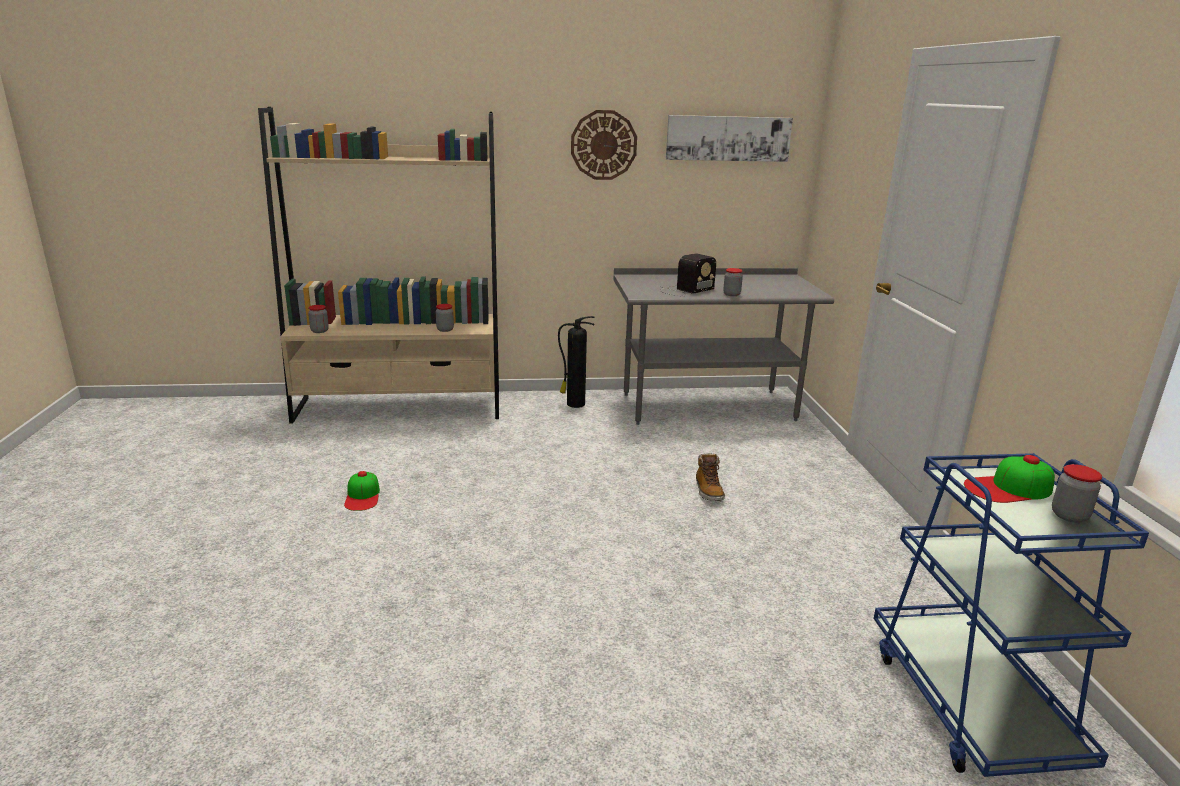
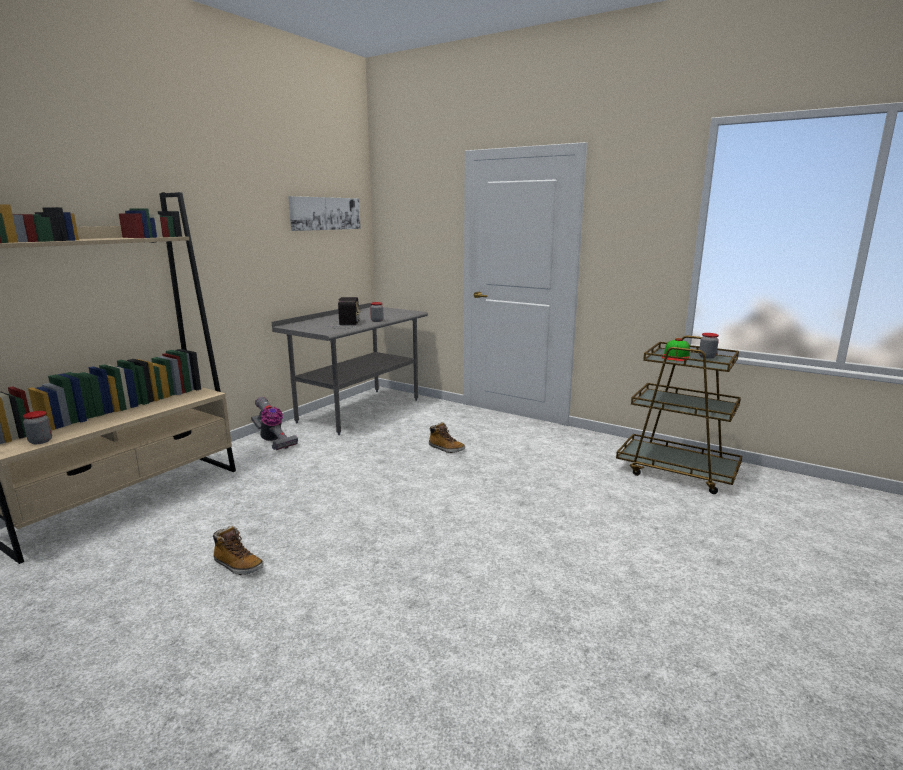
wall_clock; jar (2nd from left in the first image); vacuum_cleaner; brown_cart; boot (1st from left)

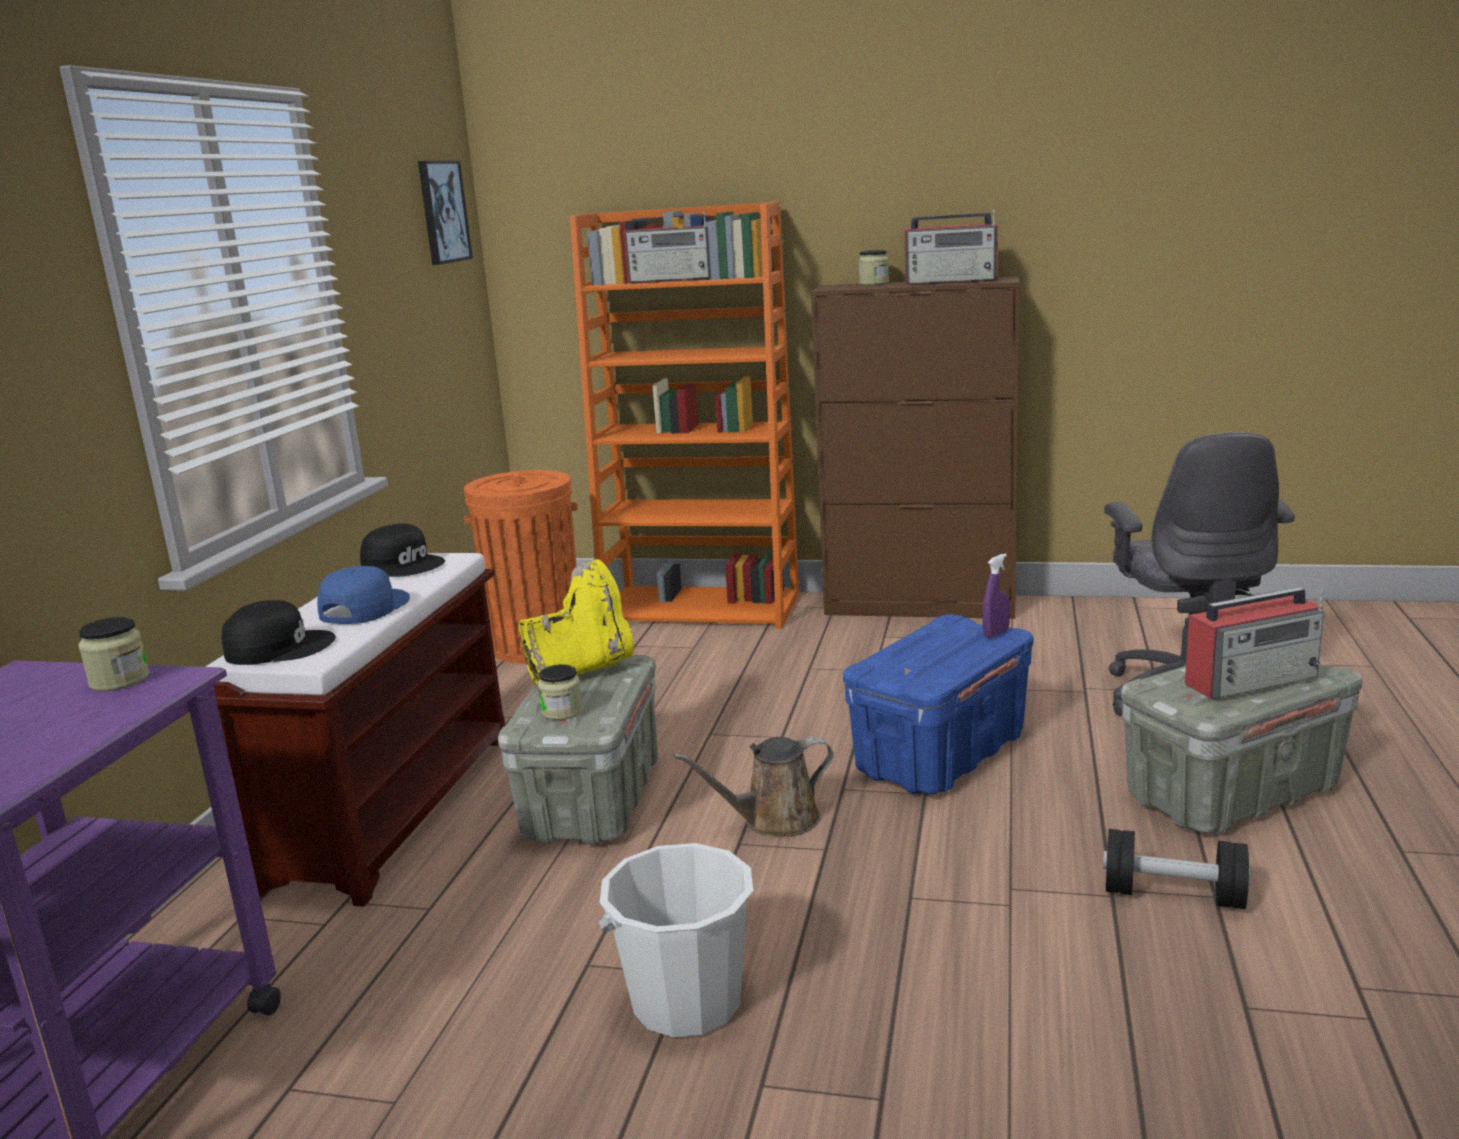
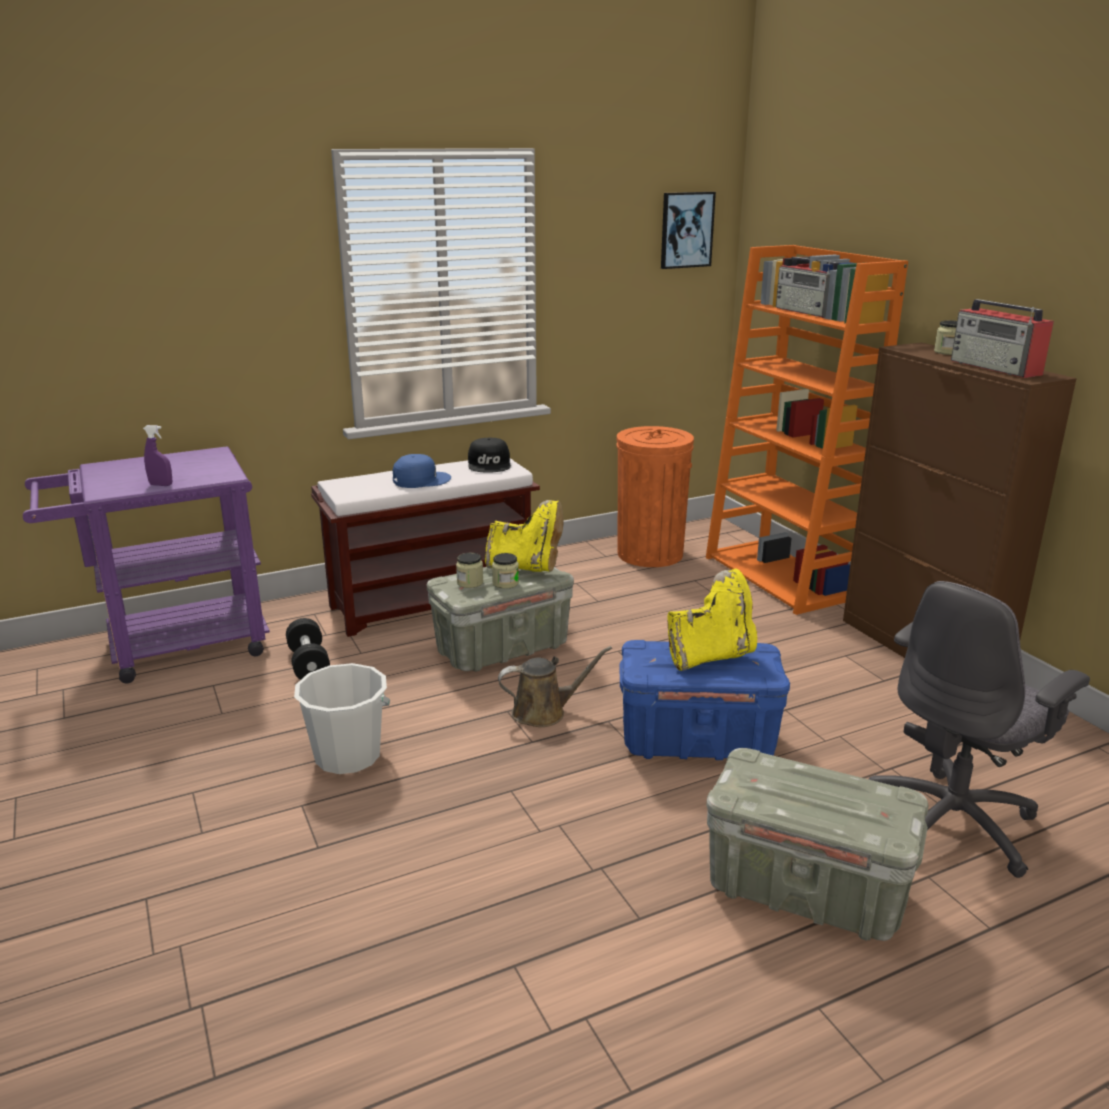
purple_spray_bottle; radio (3rd from left in the first image); black_cap (1st from left in the first image); jar (2nd from left); brown_watering_can; black_dumbbell; yellow_boot (2nd from left)

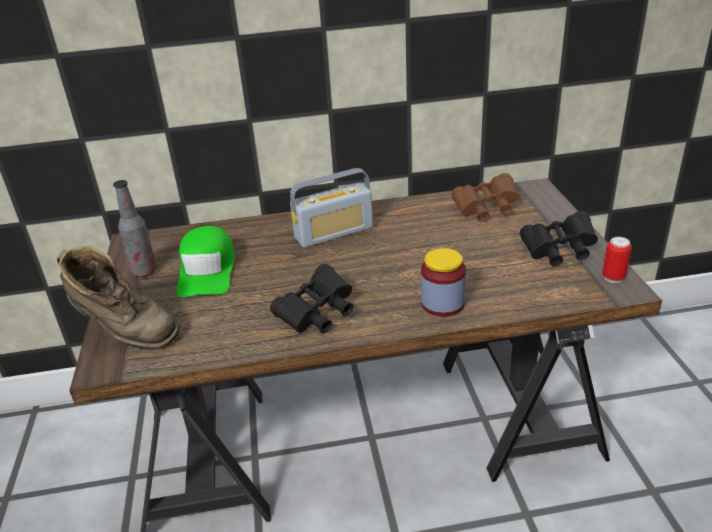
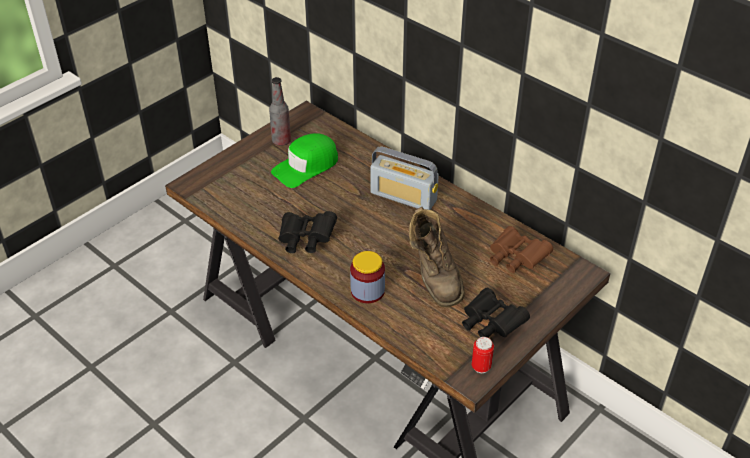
brown_boot

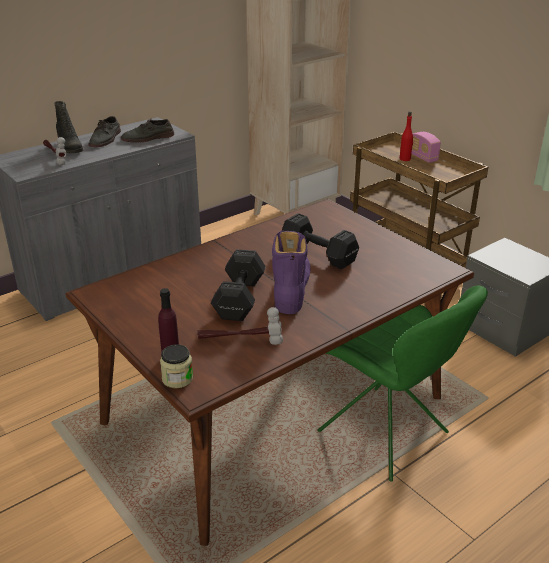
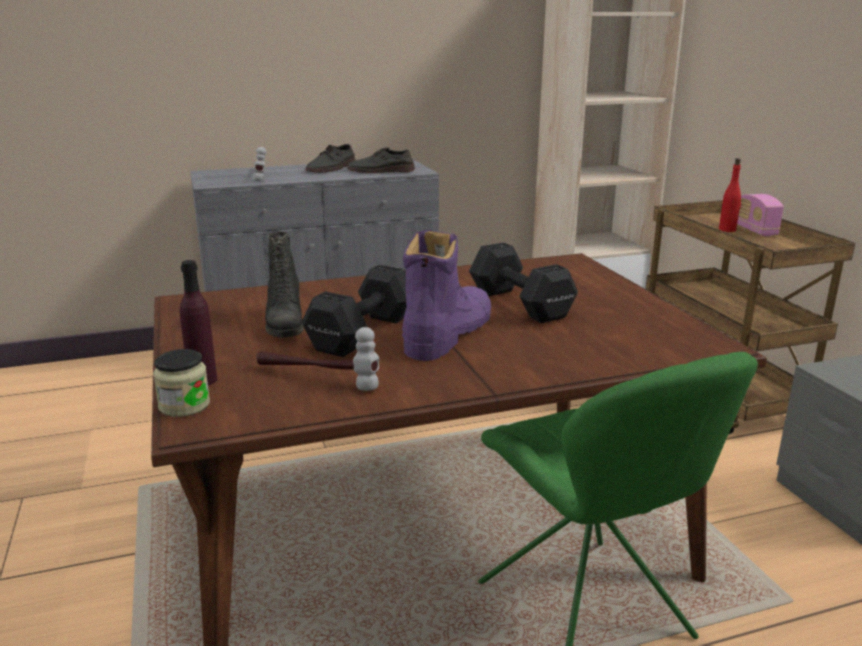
black_boot

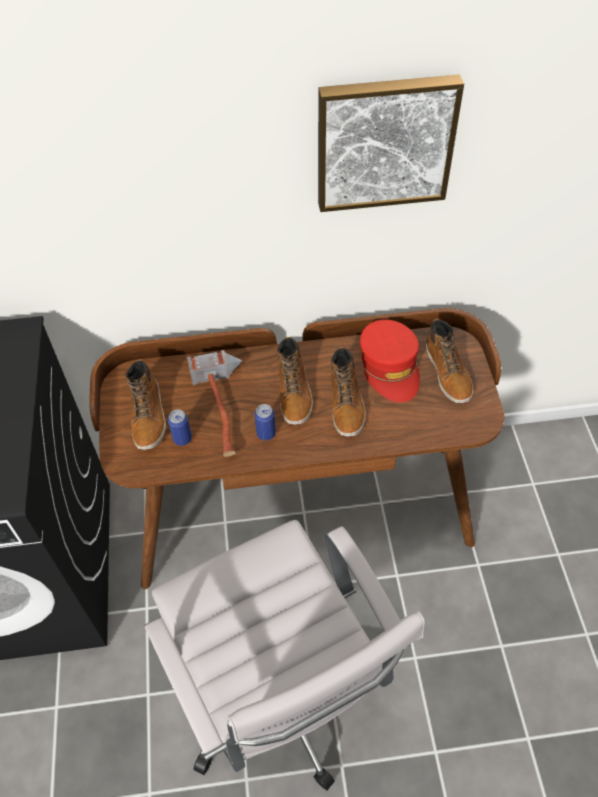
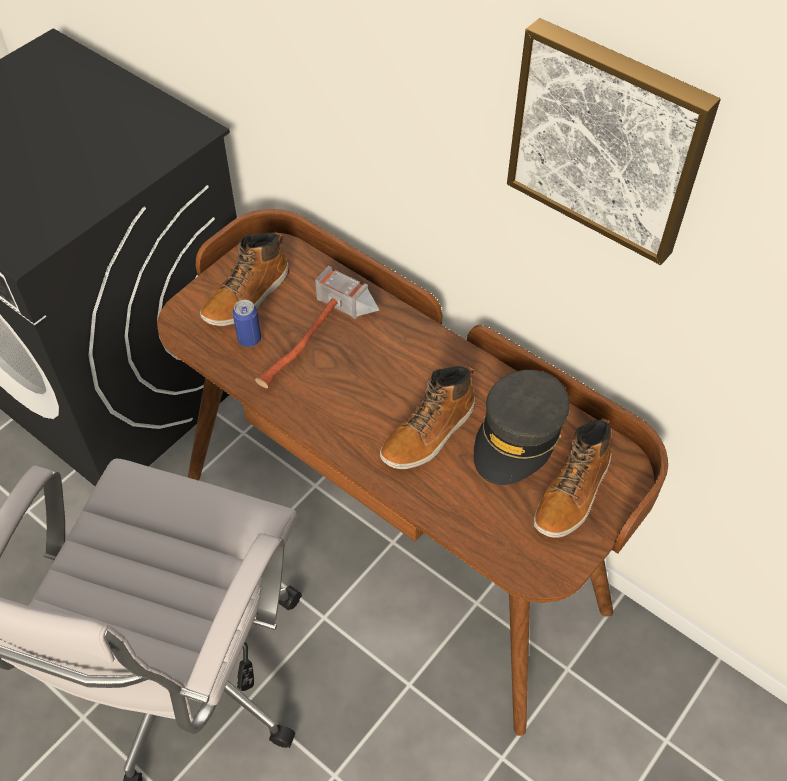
grey_cap; boot (2nd from left in the first image); can (2nd from left in the first image)

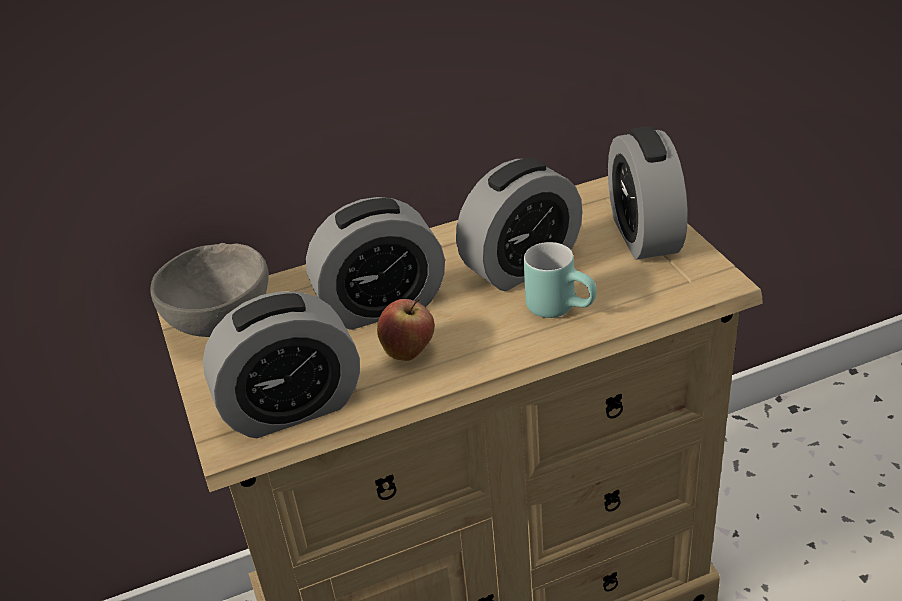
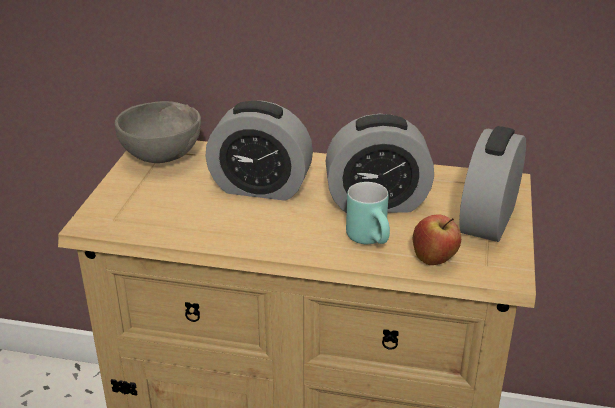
alarm_clock (1st from left in the first image); apple

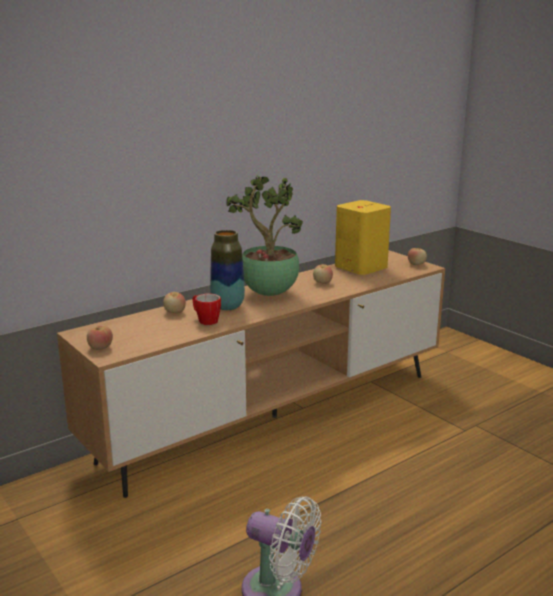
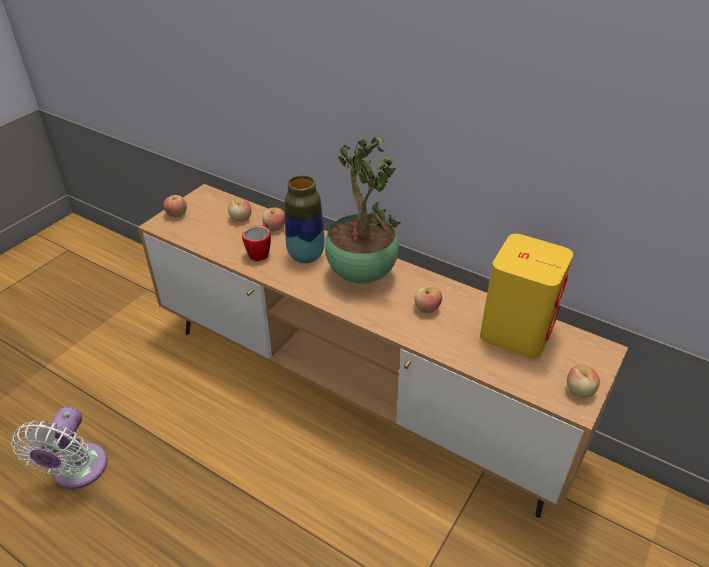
apple (2nd from left)

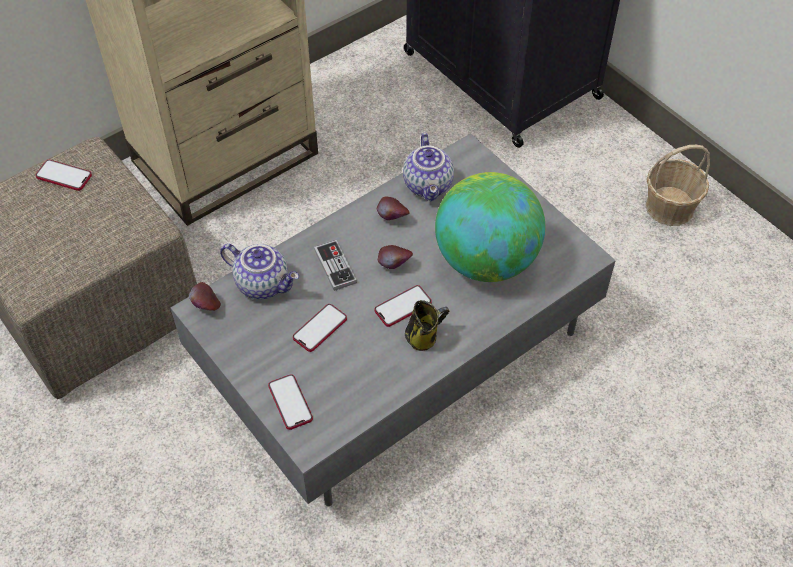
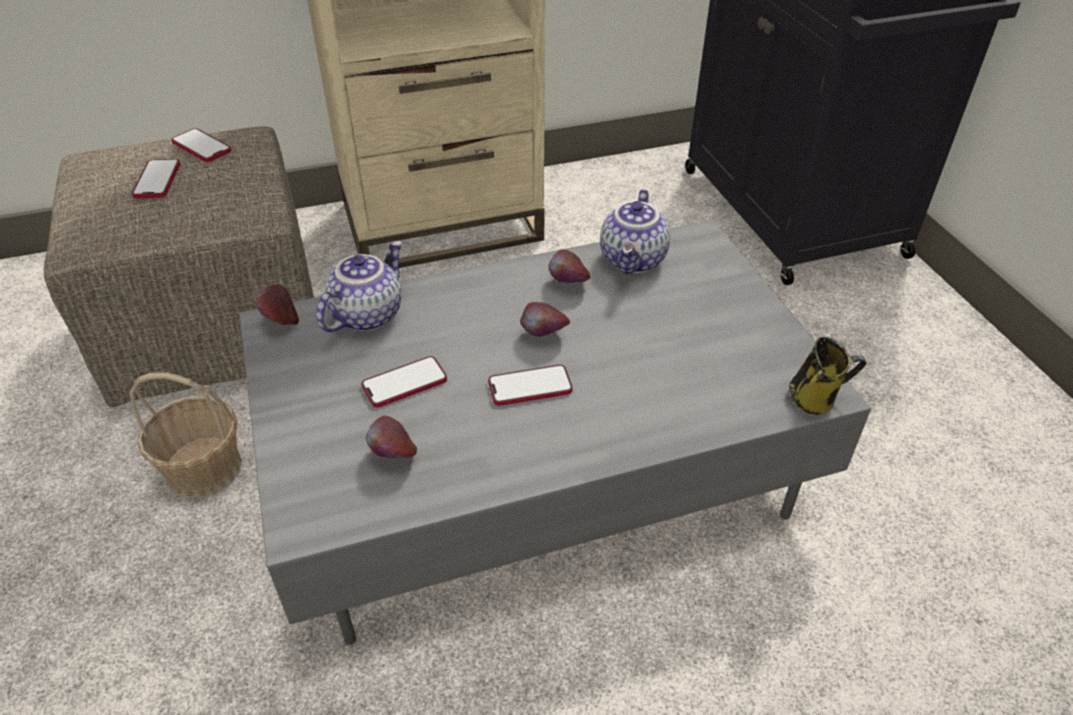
basket; globe; game_controller; teapot (1st from left); mug; phone (1st from left); apple (2nd from left)

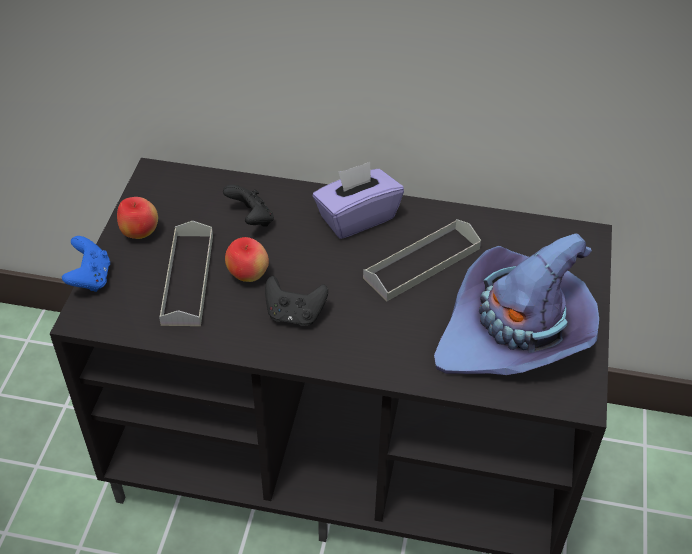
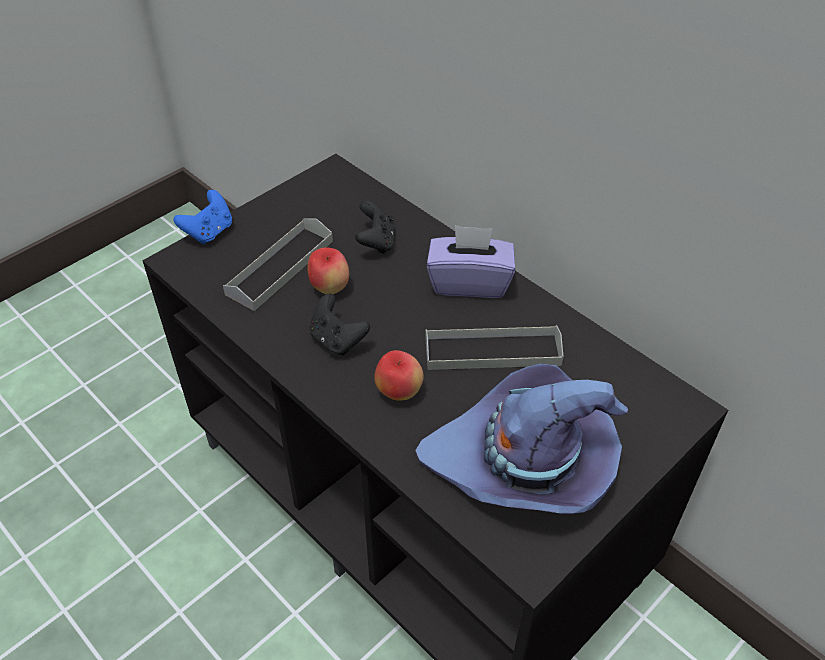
apple (2nd from left)

